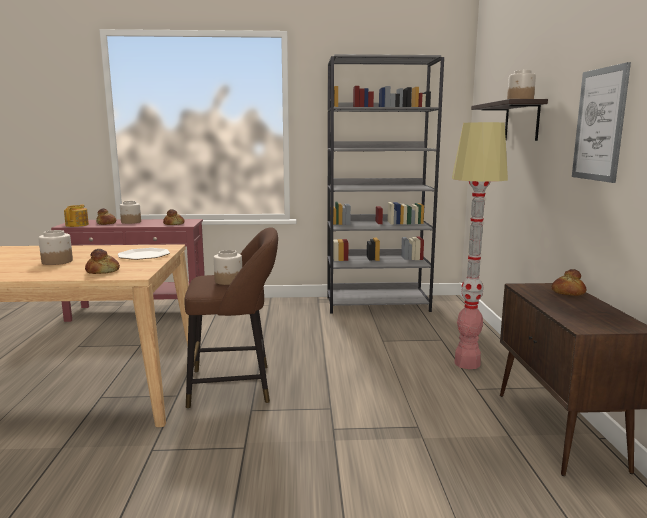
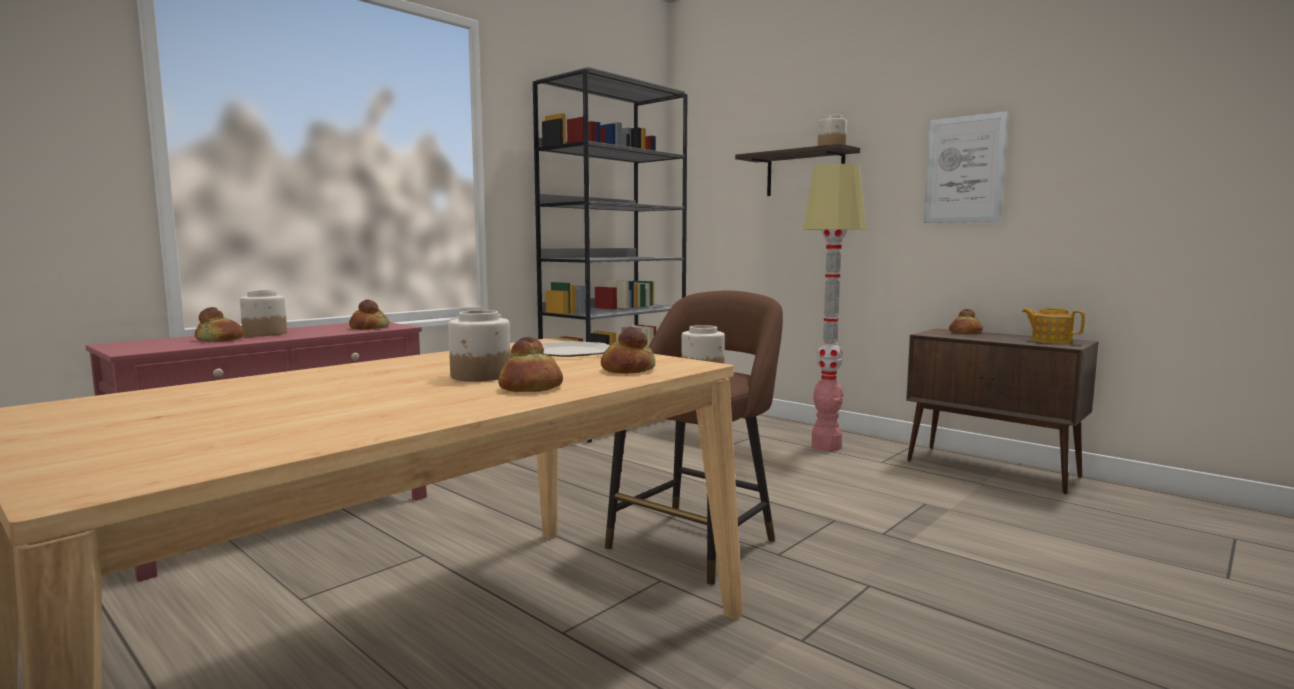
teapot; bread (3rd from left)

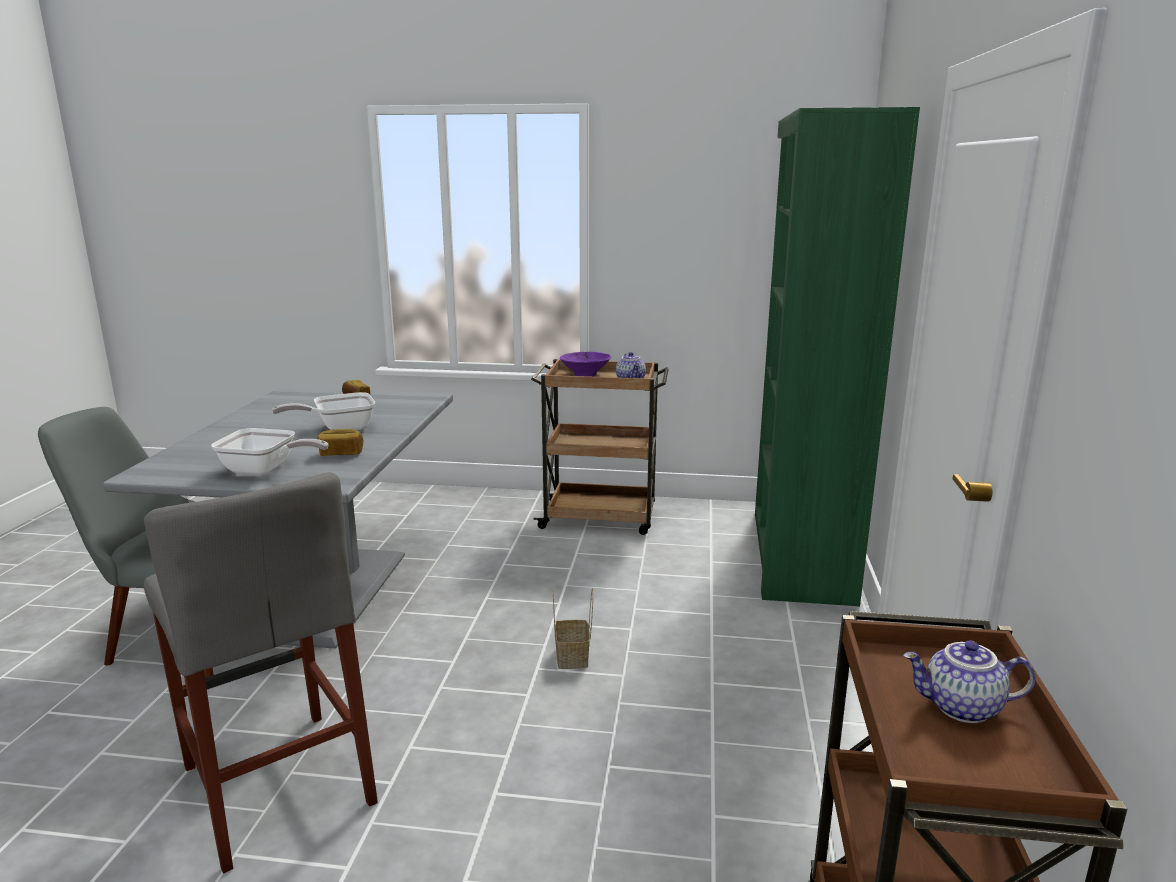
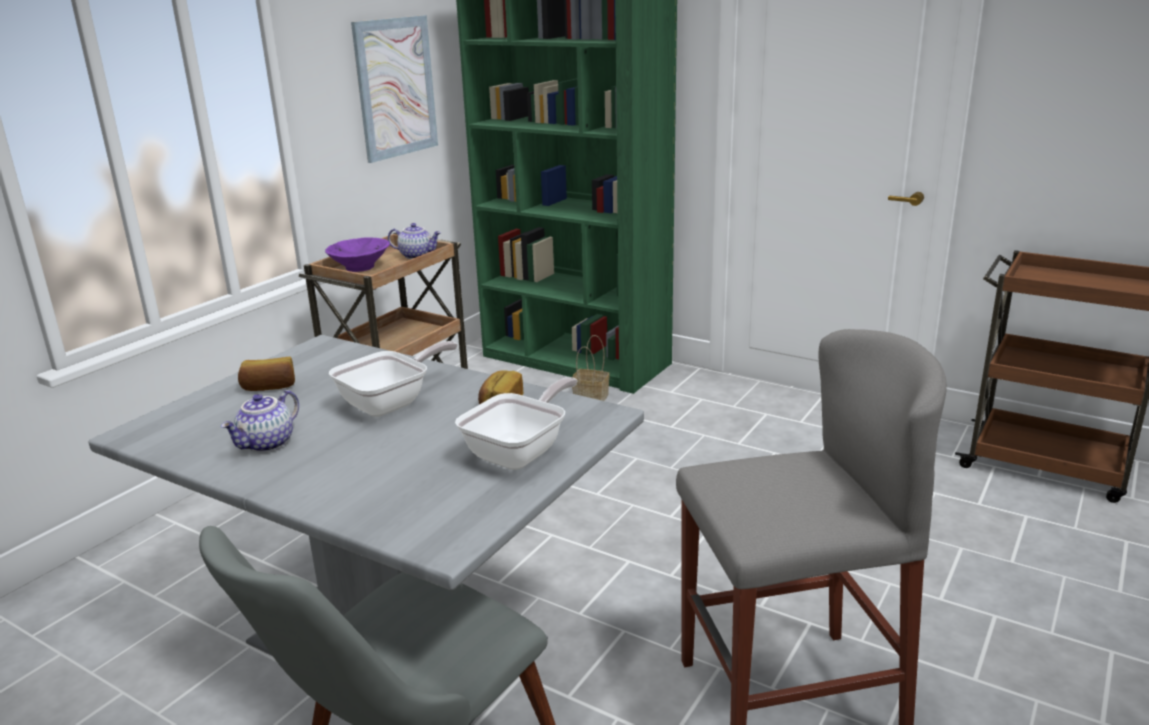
frying_pan (1st from left); basket; teapot (1st from left); picture

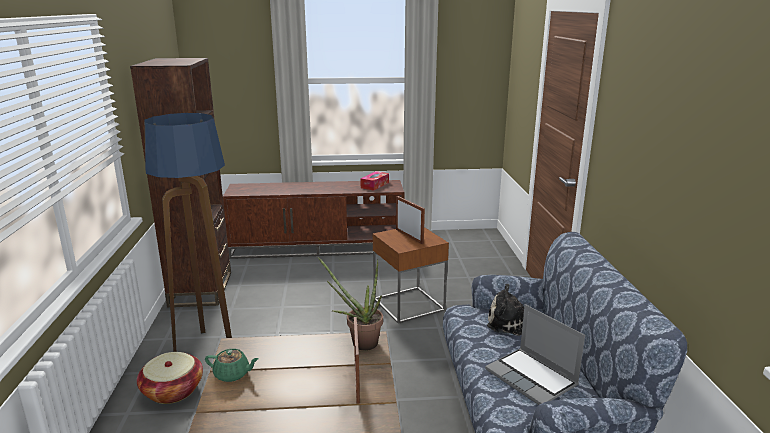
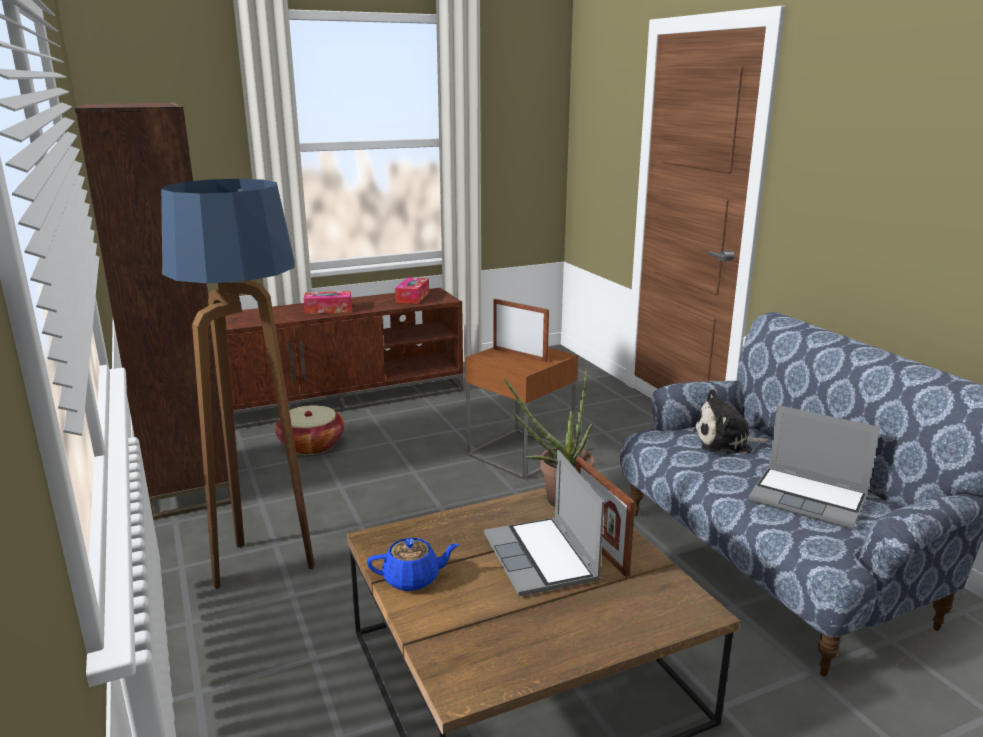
blue_teapot; basket; tissue_box (1st from left); laptop (1st from left)

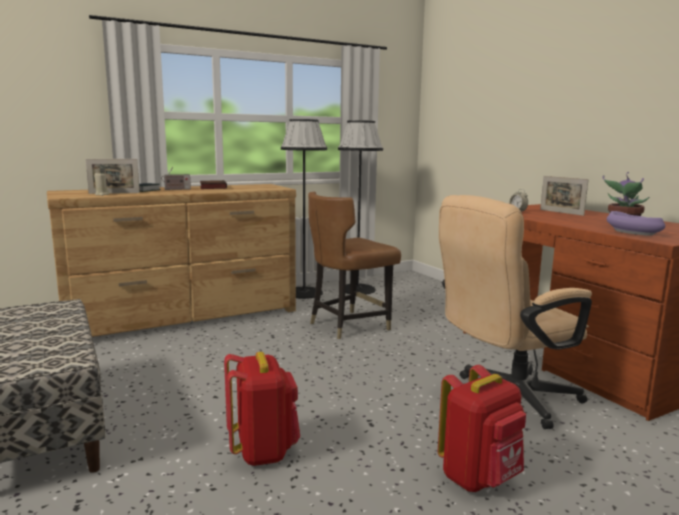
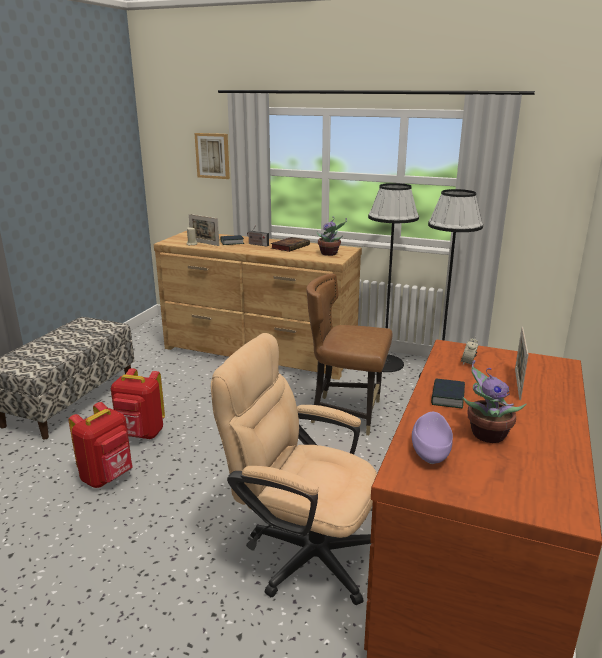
red_backpack (2nd from left); picture; potted_plant (1st from left); book (3rd from left)

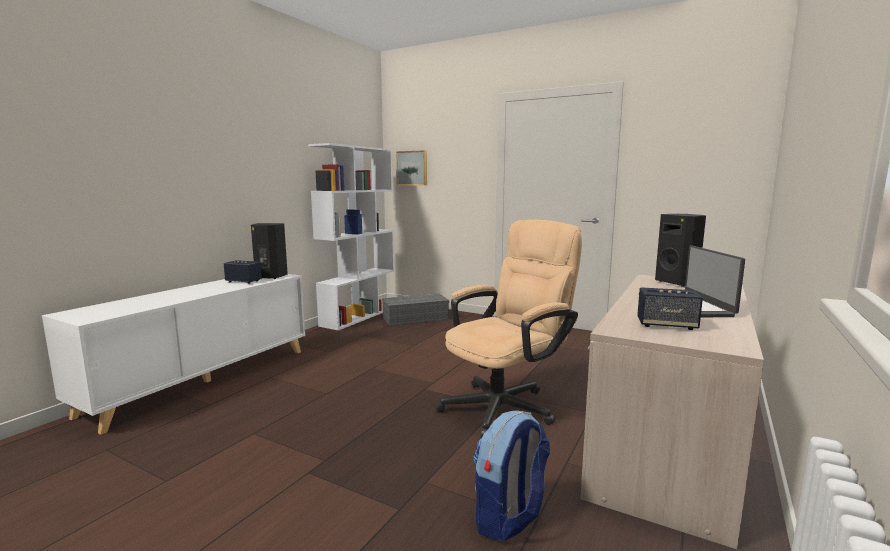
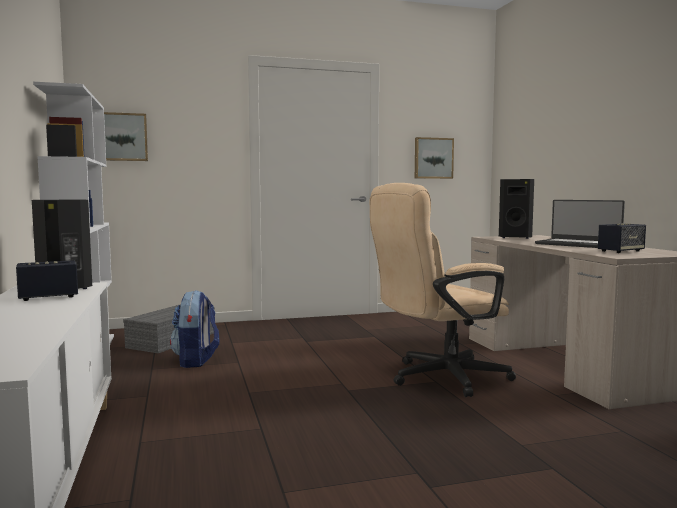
beige_office_chair; backpack; picture (2nd from left)

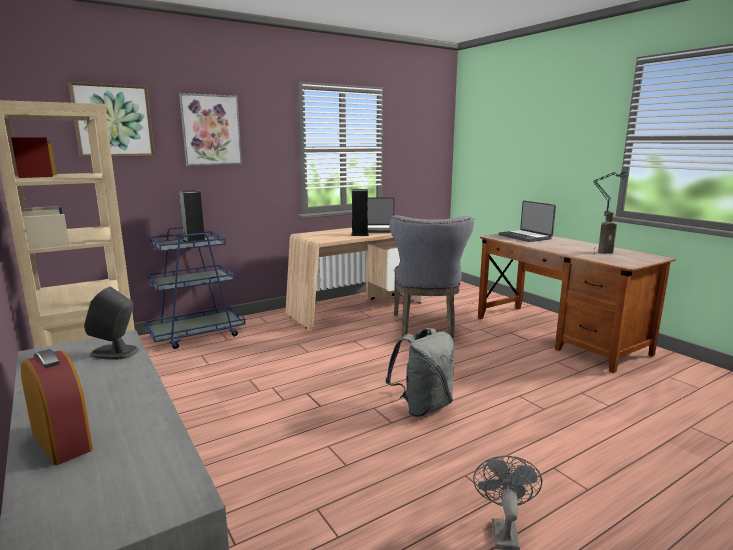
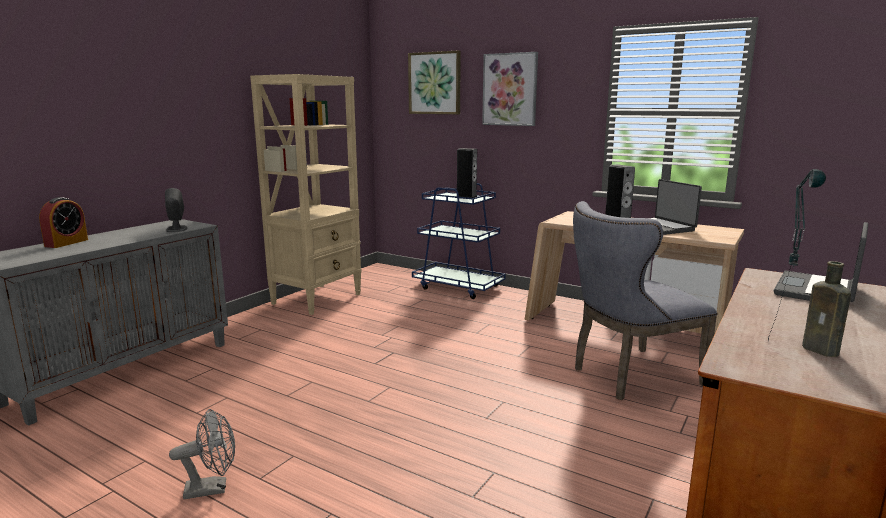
grey_backpack

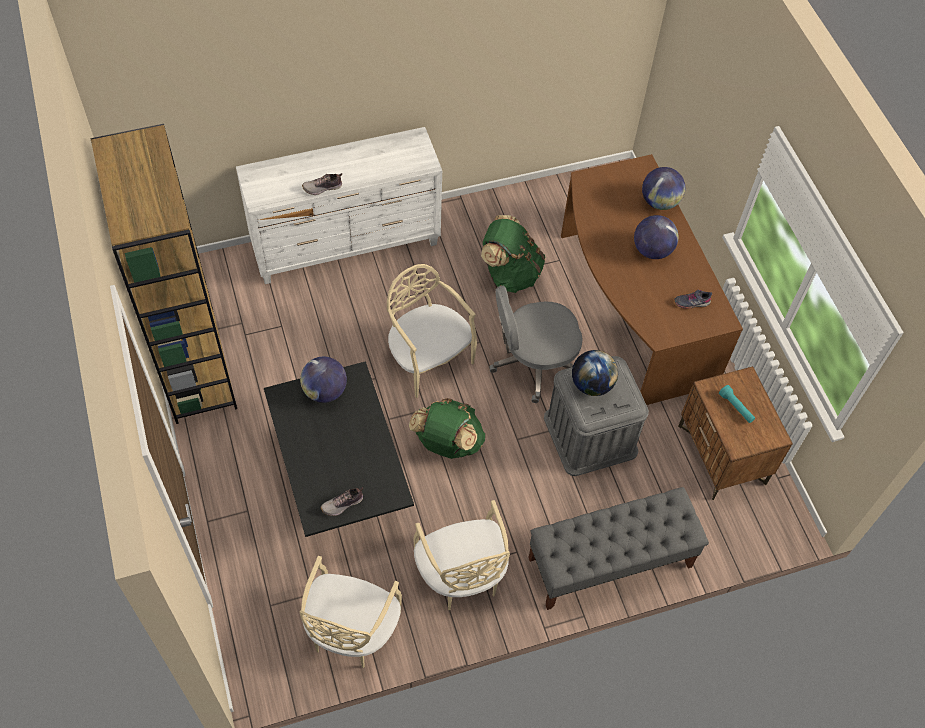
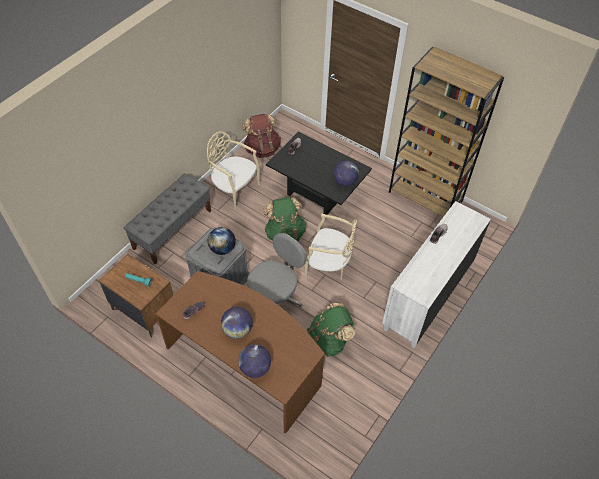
brown_backpack

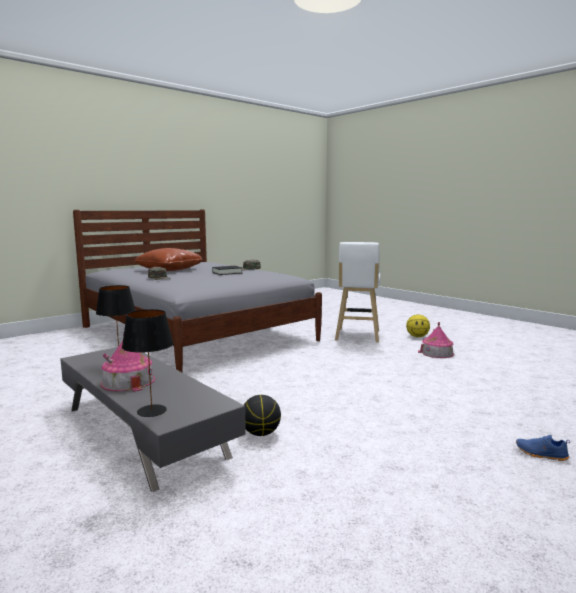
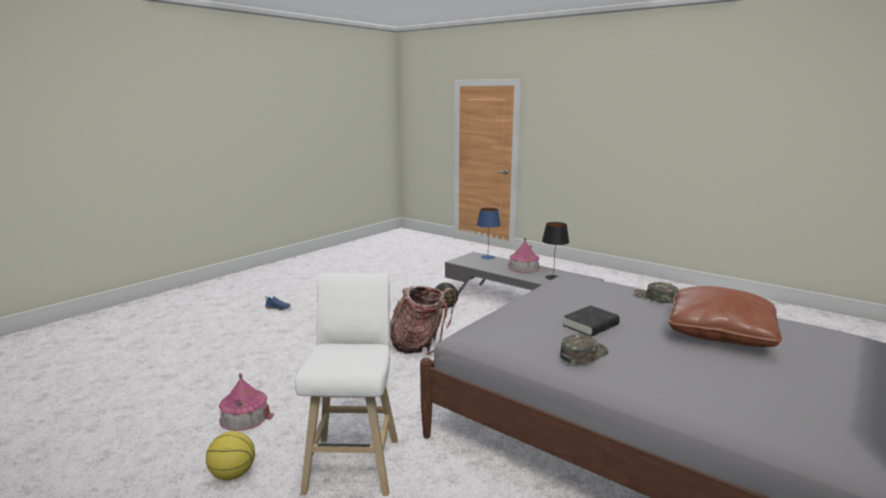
blue_table_lamp; backpack

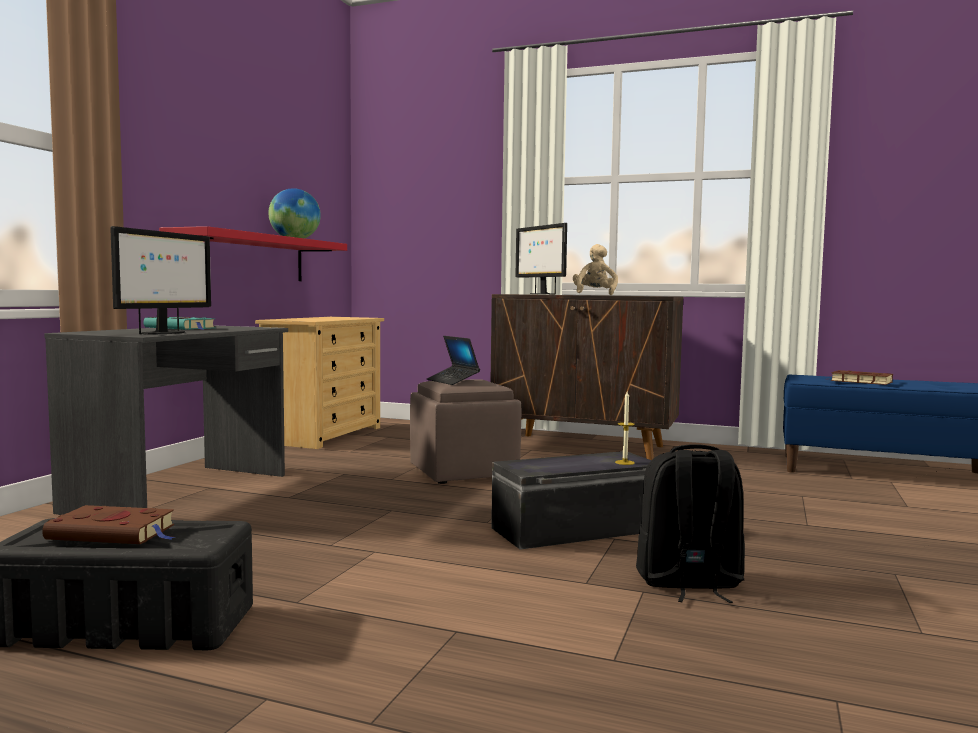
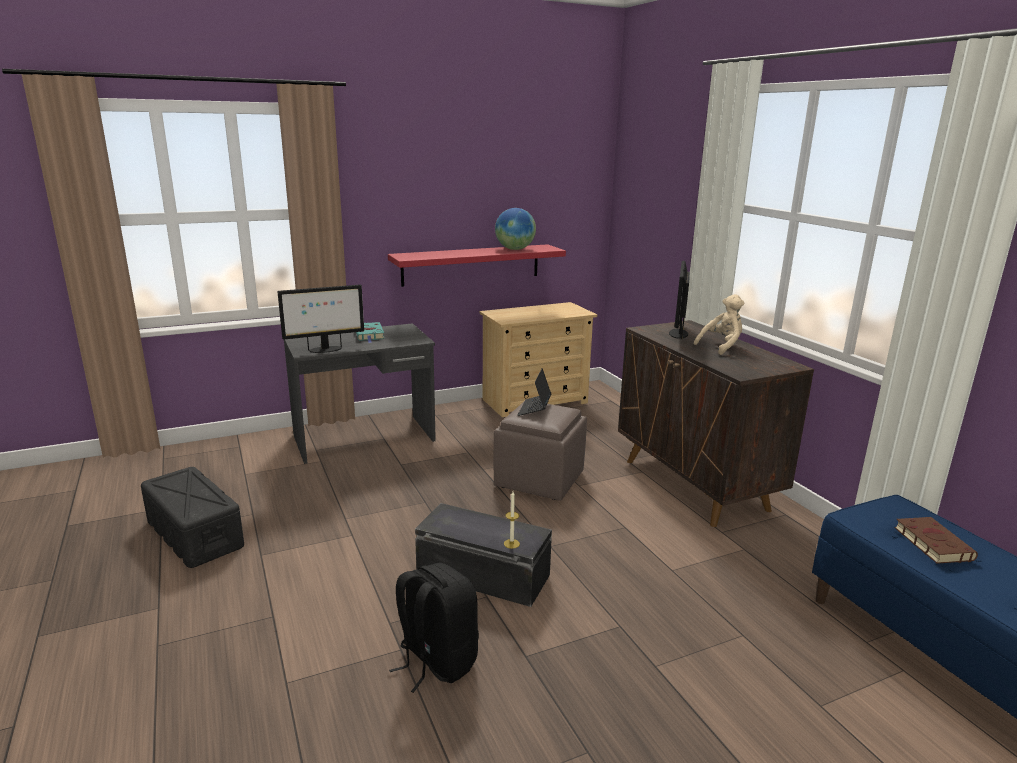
brown_book (1st from left in the first image)

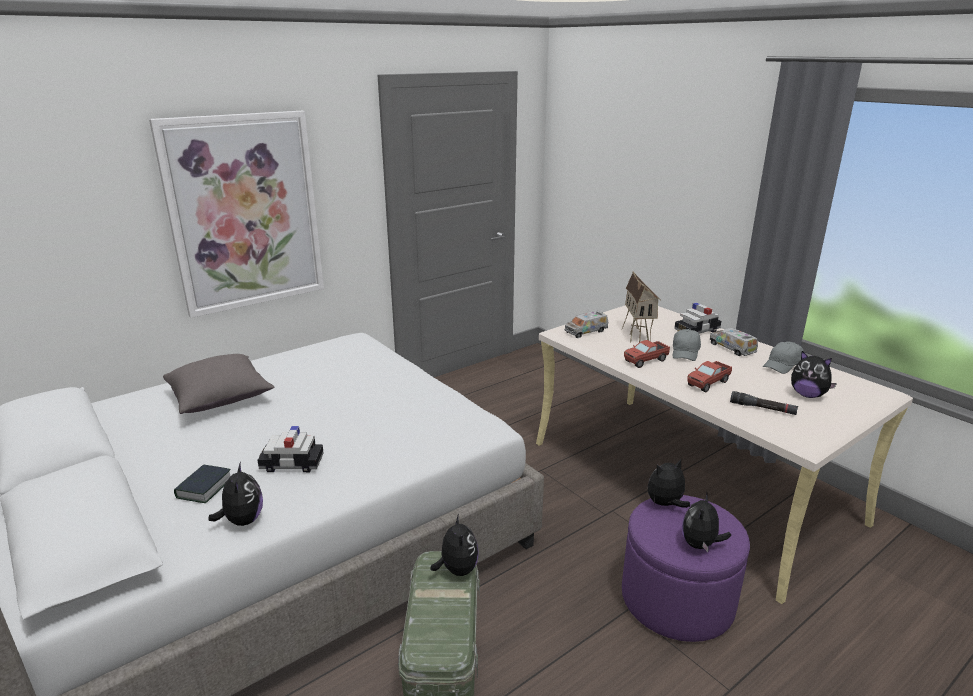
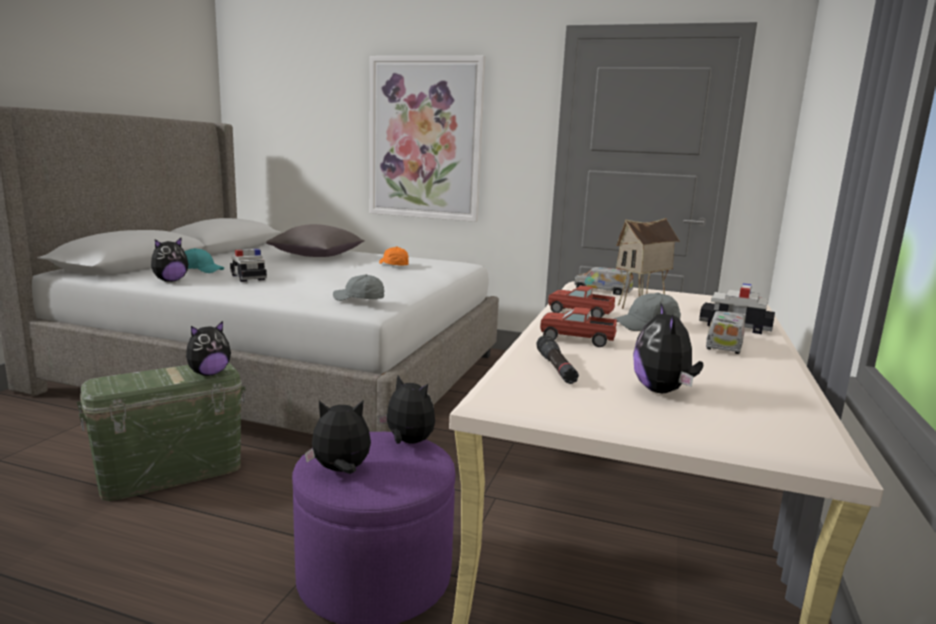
grey_cap (1st from left); turquoise_cap; orange_cap

